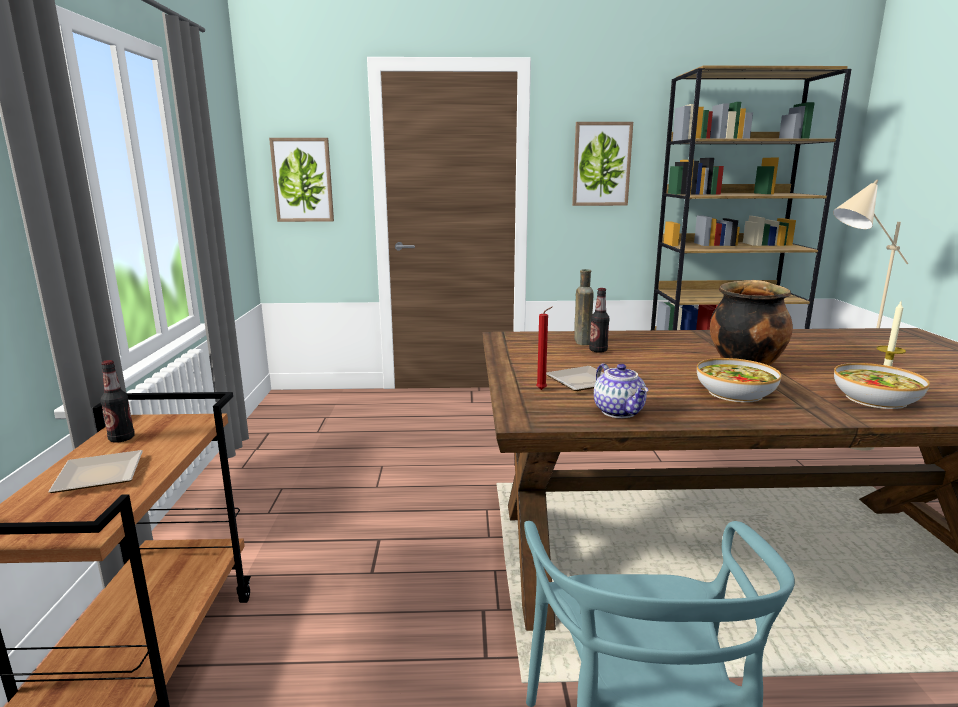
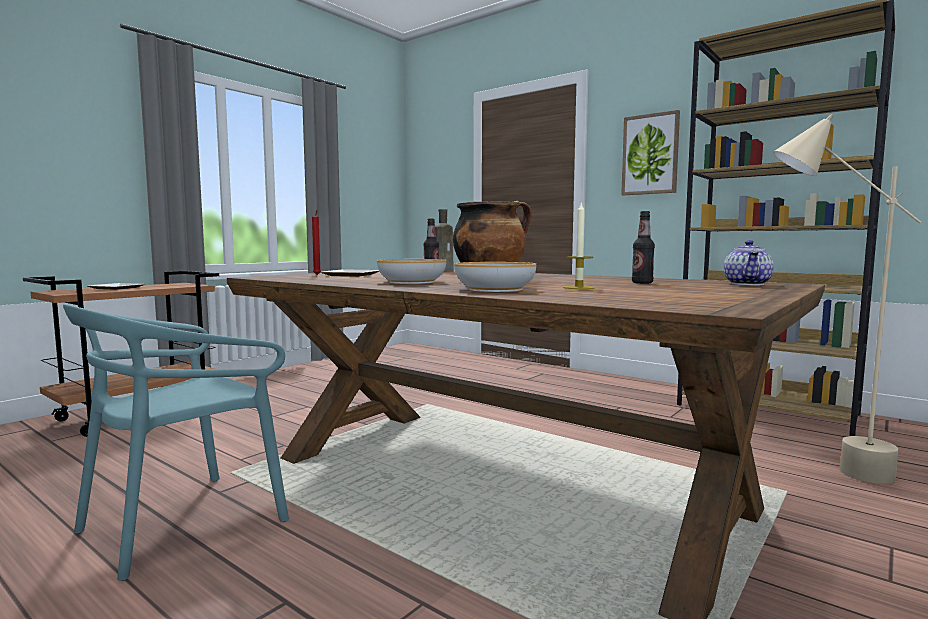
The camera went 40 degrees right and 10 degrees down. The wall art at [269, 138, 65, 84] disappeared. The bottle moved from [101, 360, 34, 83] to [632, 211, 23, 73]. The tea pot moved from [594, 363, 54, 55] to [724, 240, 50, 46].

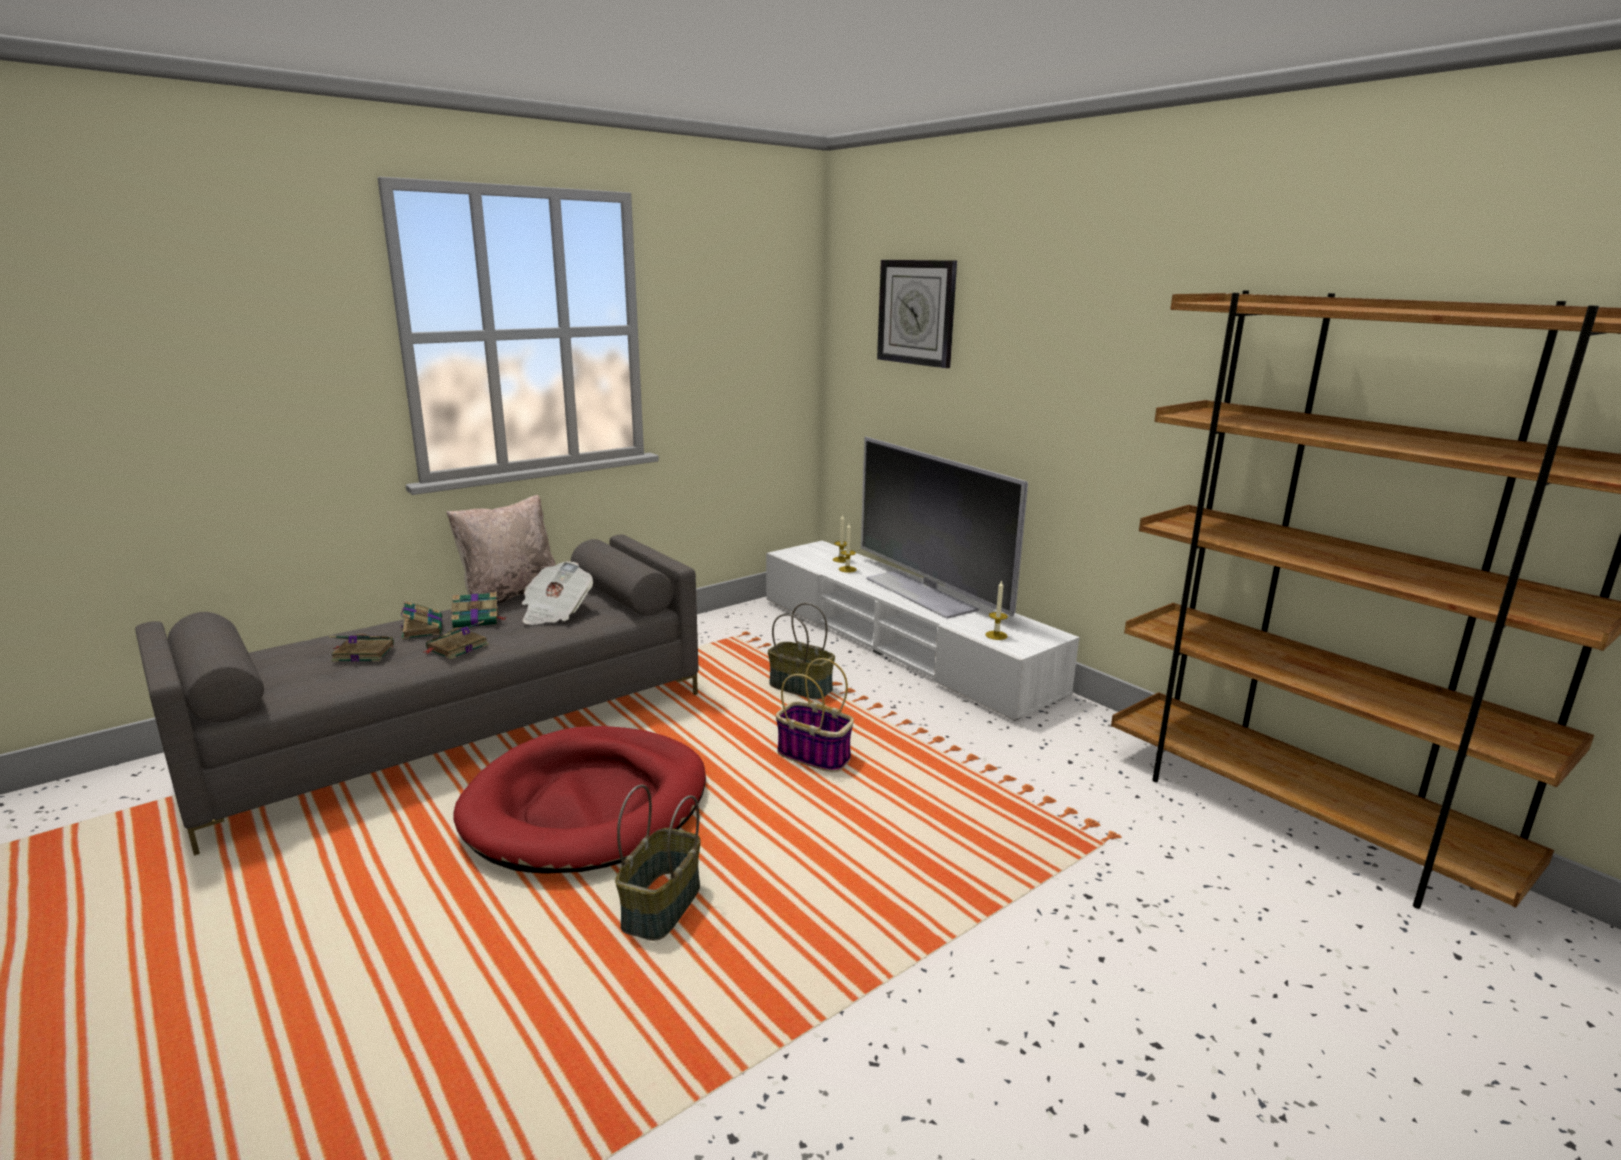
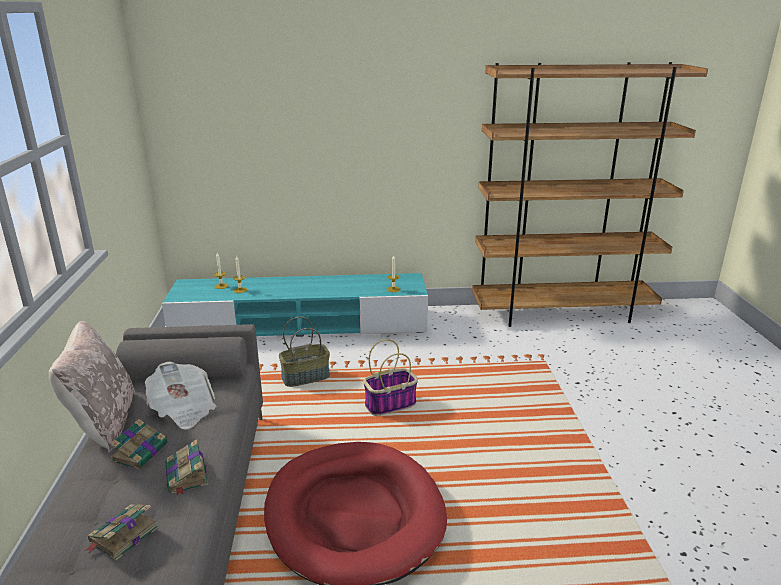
The camera went 55 degrees left and 5 degrees up. The clock on the wall at [877, 260, 80, 108] disappeared. The TV set at [861, 437, 167, 182] disappeared. The tv stand in white at [766, 540, 314, 181] became the tv stand in turquoise at [162, 273, 266, 64]. The bound book at [401, 601, 41, 38] disappeared. The household basket at [615, 784, 86, 157] disappeared.

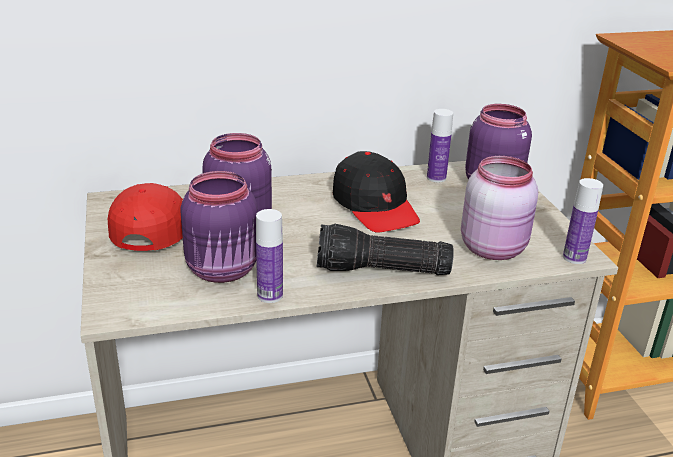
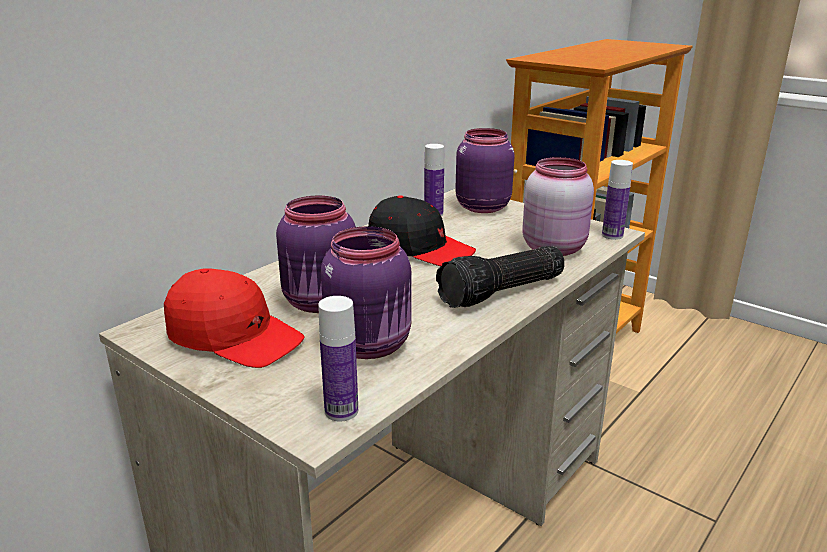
The camera went 35 degrees left and 5 degrees down. The peaked cap in red at [108, 183, 75, 68] turned 150 degrees clockwise. The bottle moved from [256, 209, 27, 94] to [318, 296, 40, 125].

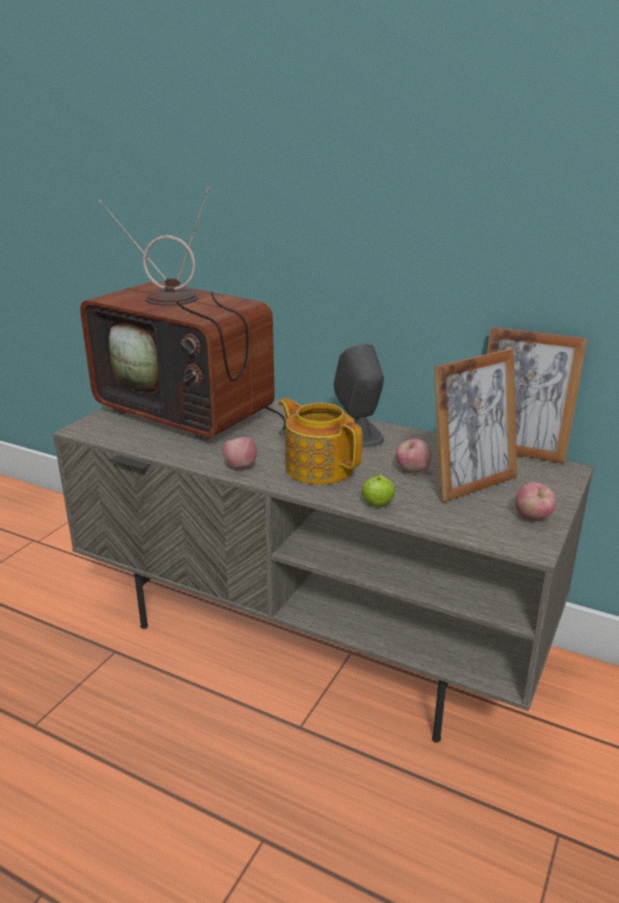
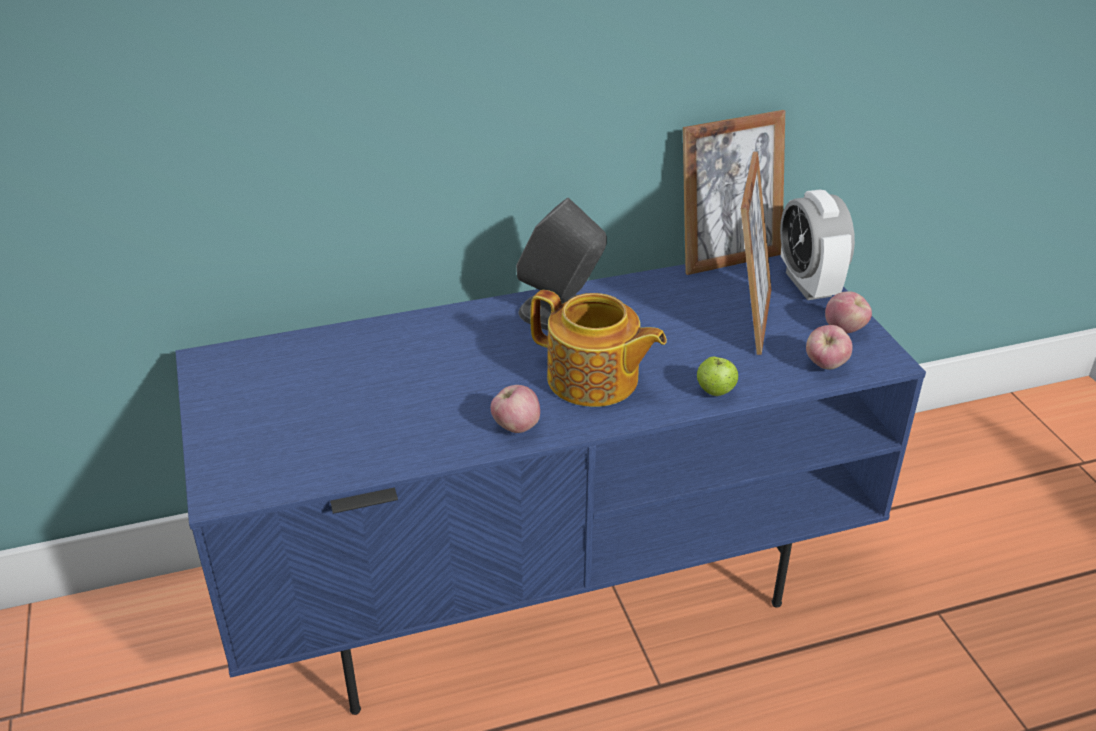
The camera went 45 degrees left and 10 degrees up. The TV set at [80, 187, 206, 254] disappeared. The tea pot at [279, 398, 83, 87] turned 150 degrees counterclockwise. The tv stand in gray at [53, 399, 541, 344] became the tv stand in bluish at [175, 255, 751, 460]. The whole apple moved from [396, 439, 36, 34] to [806, 325, 47, 44]. The bedside clock at [780, 189, 75, 111] appeared.

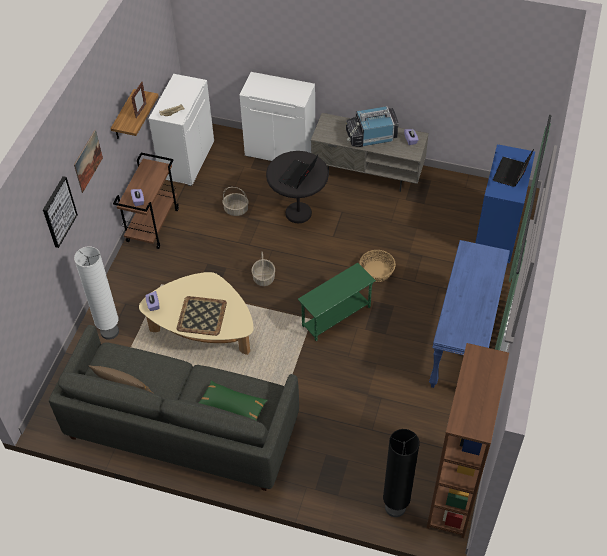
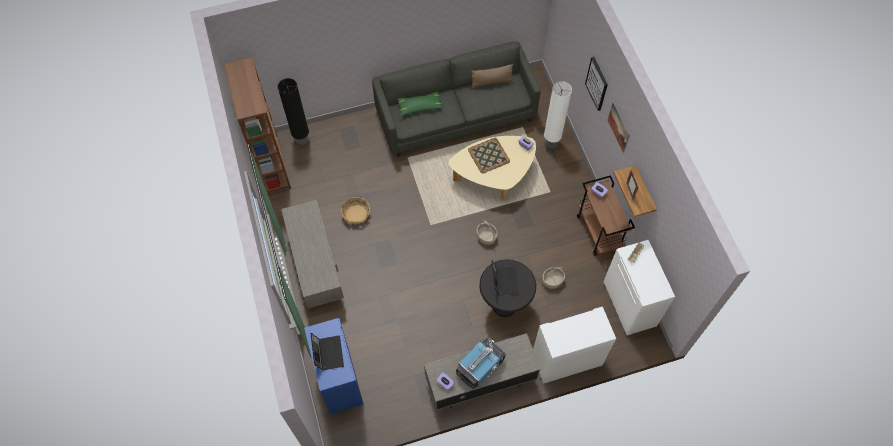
The camera went 145 degrees right and 10 degrees up. The narrow table in bluish at [429, 240, 81, 148] was replaced by the tv stand in gray at [281, 200, 63, 108]. The household basket moved from [359, 250, 37, 32] to [341, 197, 29, 27]. The accent table in green-coloured at [298, 263, 78, 78] disappeared.

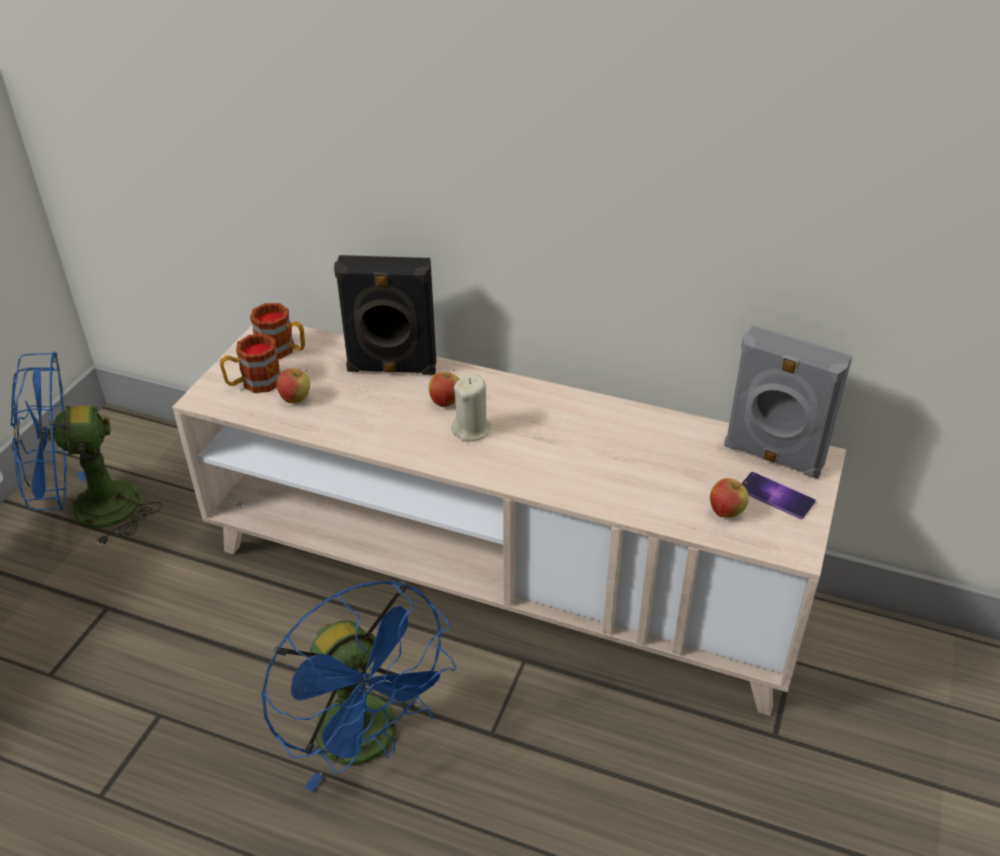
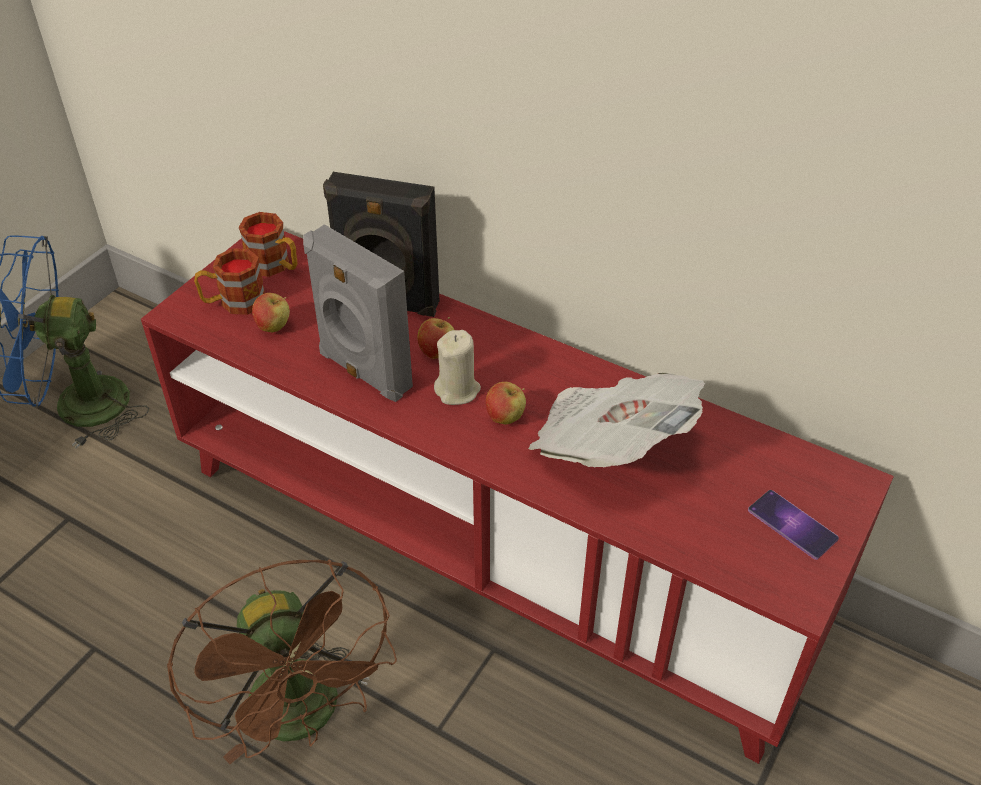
The camera went 10 degrees right and 5 degrees up. The tv stand in sand-coloured at [172, 325, 674, 391] became the tv stand in red at [141, 231, 753, 533]. The audio speaker in gray moved from [724, 325, 128, 154] to [303, 224, 110, 178]. The whole apple moved from [710, 478, 39, 40] to [486, 382, 40, 42]. The cooling fan in bluish at [261, 580, 195, 212] became the cooling fan in brown-coloured at [167, 559, 230, 205]. The printed paper at [528, 372, 177, 95] appeared.

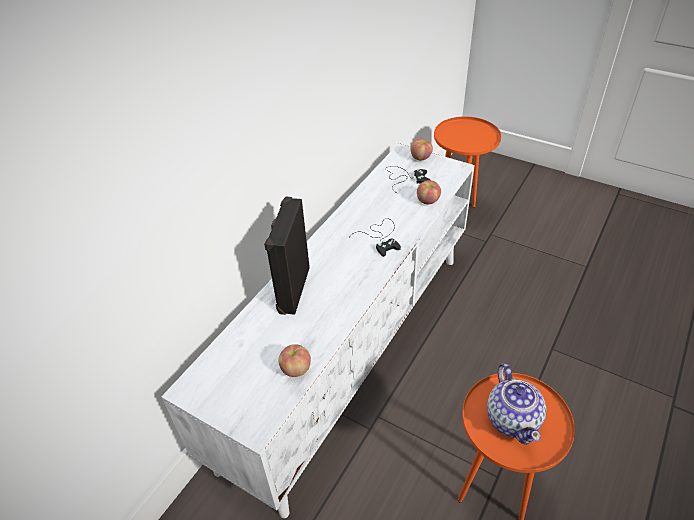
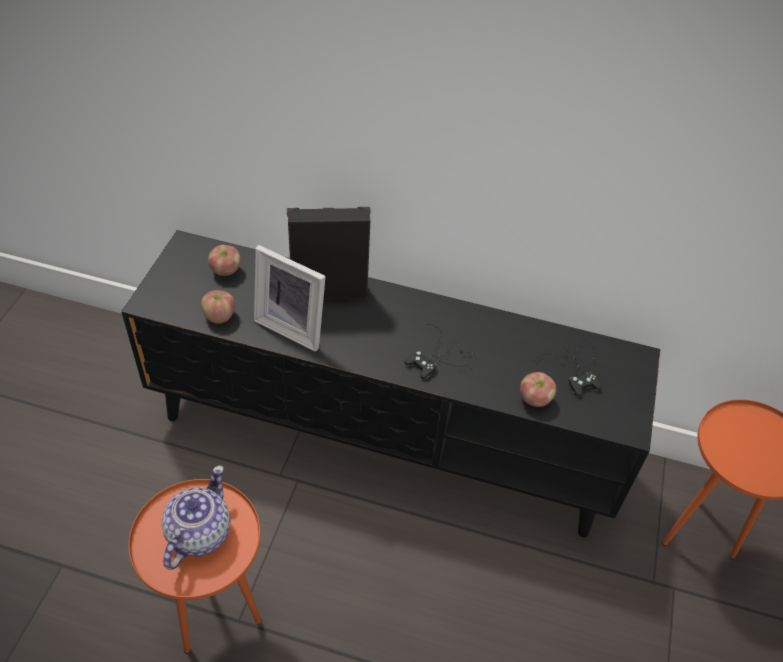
The camera went 70 degrees right and 5 degrees up. The whole apple moved from [410, 138, 23, 23] to [208, 245, 33, 31]. The tv stand in white at [161, 143, 314, 375] became the tv stand in black at [121, 230, 540, 307]. The tea pot at [487, 363, 59, 82] turned 135 degrees clockwise. The picture frame at [254, 245, 72, 107] appeared.

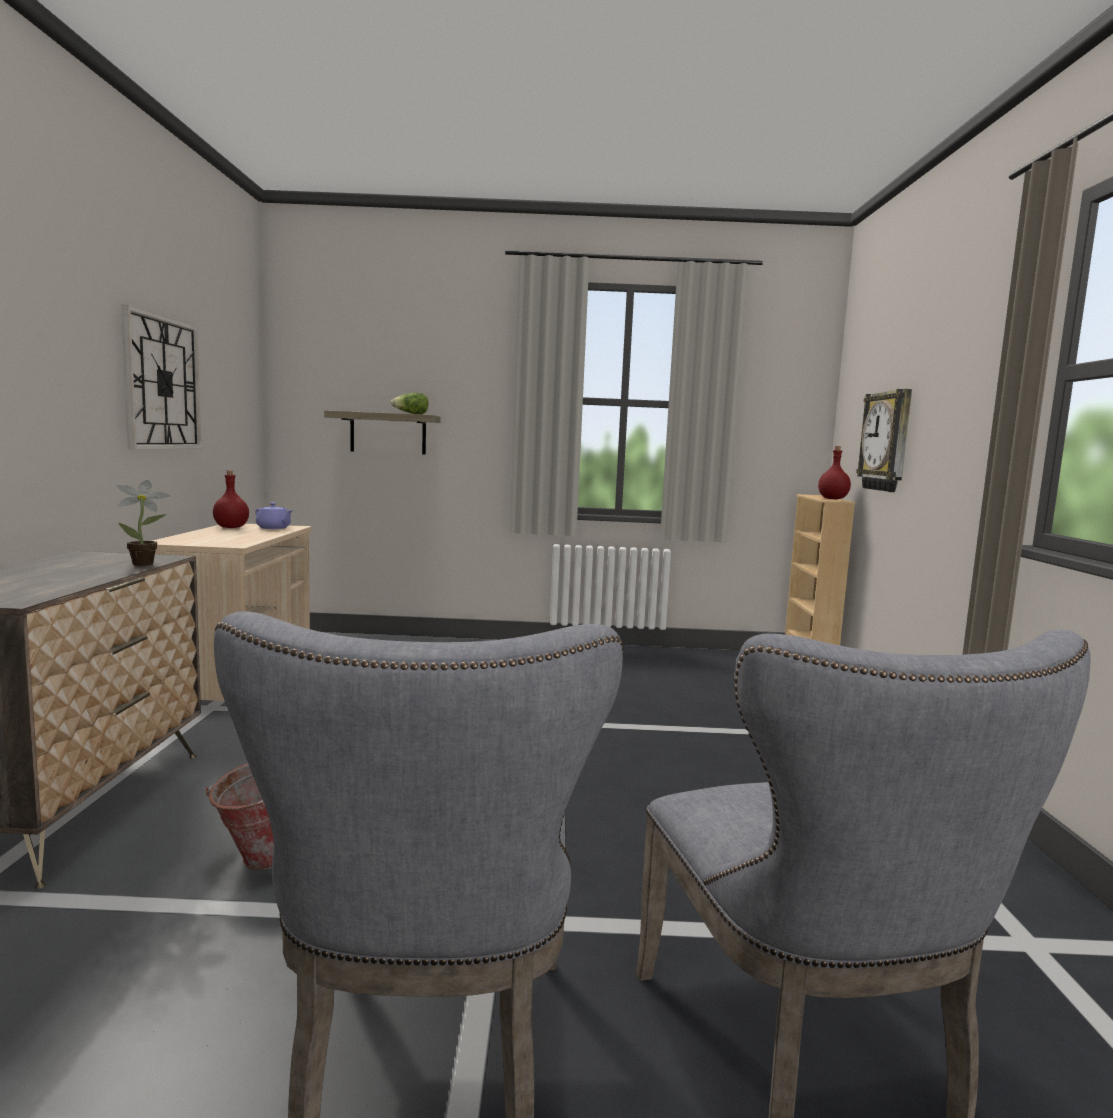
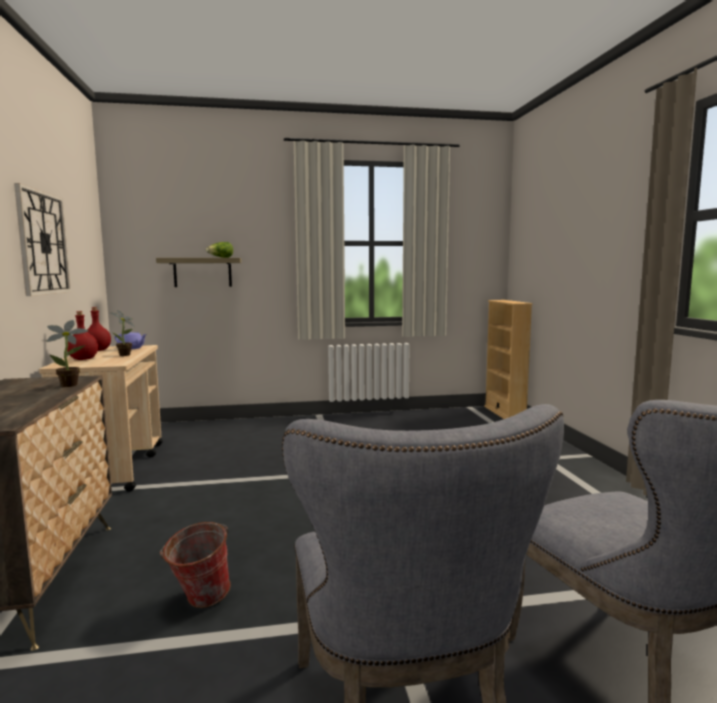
The camera went 10 degrees left and 0 degrees up. The clock on the wall at [856, 389, 56, 103] disappeared. The bottle in red moved from [818, 446, 33, 53] to [67, 311, 31, 49]. The plant in a pot at [111, 310, 24, 46] appeared.

